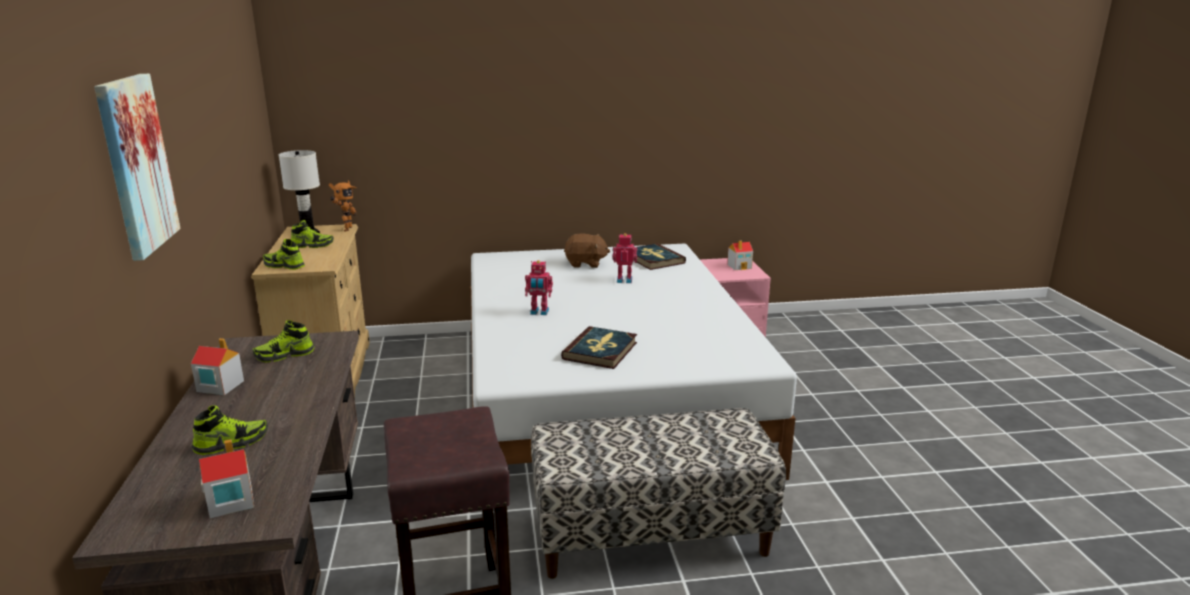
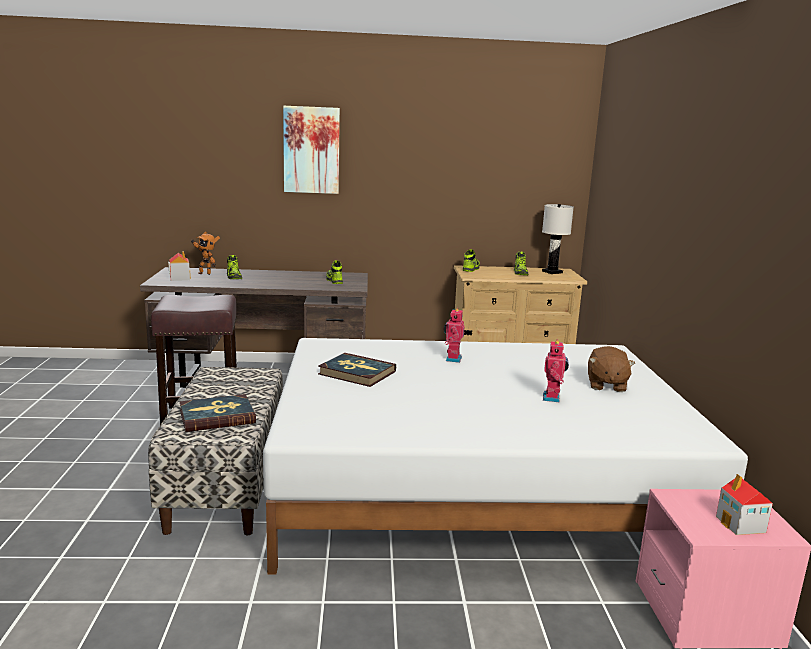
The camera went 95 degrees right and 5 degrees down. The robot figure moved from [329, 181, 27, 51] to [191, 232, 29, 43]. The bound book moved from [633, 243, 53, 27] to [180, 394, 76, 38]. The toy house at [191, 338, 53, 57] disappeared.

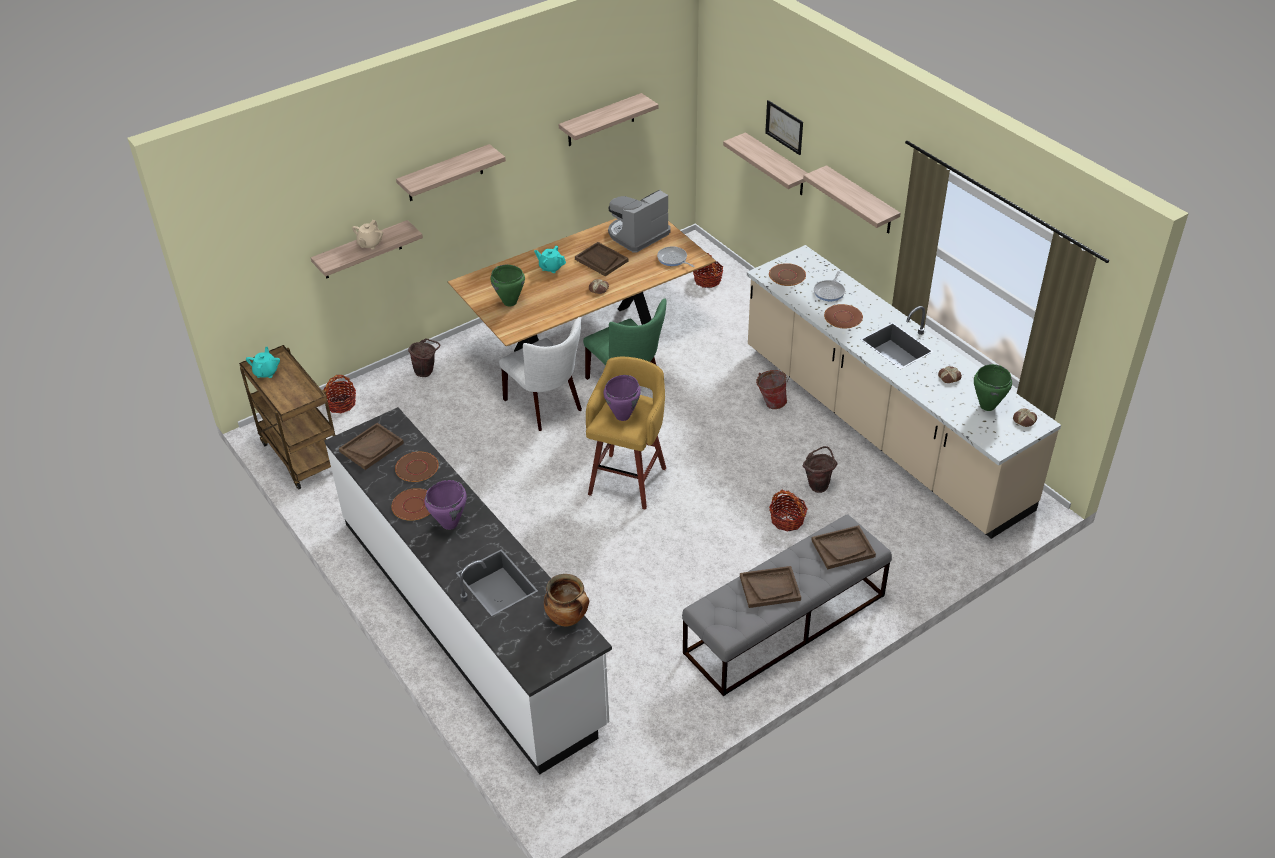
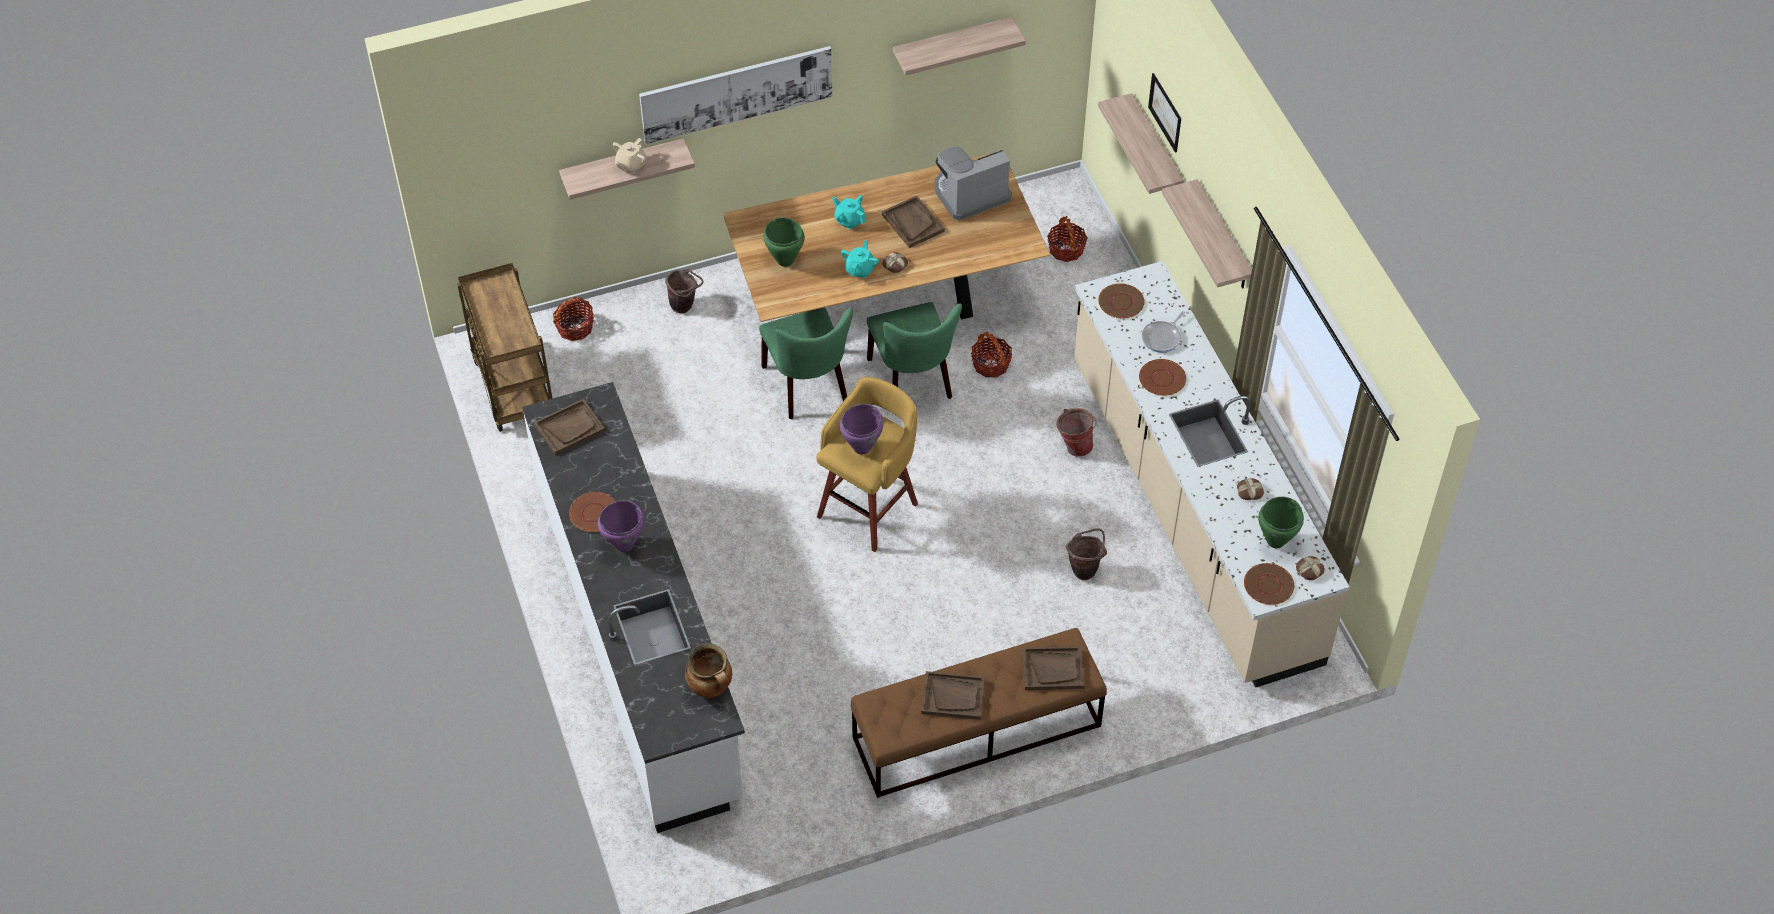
The camera went 15 degrees right and 10 degrees up. The bracket shelf at [396, 144, 110, 57] was replaced by the wall art at [639, 46, 193, 98]. The pan at [657, 246, 38, 21] disappeared. The upright chair in white at [499, 317, 83, 114] became the upright chair in green-coloured at [759, 307, 94, 112]. The tea pot in turquoise moved from [246, 347, 34, 31] to [841, 240, 38, 38]. The plate in brown-coloured moved from [395, 452, 44, 30] to [1244, 563, 50, 42]. The household basket moved from [769, 490, 39, 41] to [971, 331, 41, 46]. The indoor bench in gray at [682, 514, 210, 182] became the indoor bench in brown-coloured at [851, 628, 256, 170].

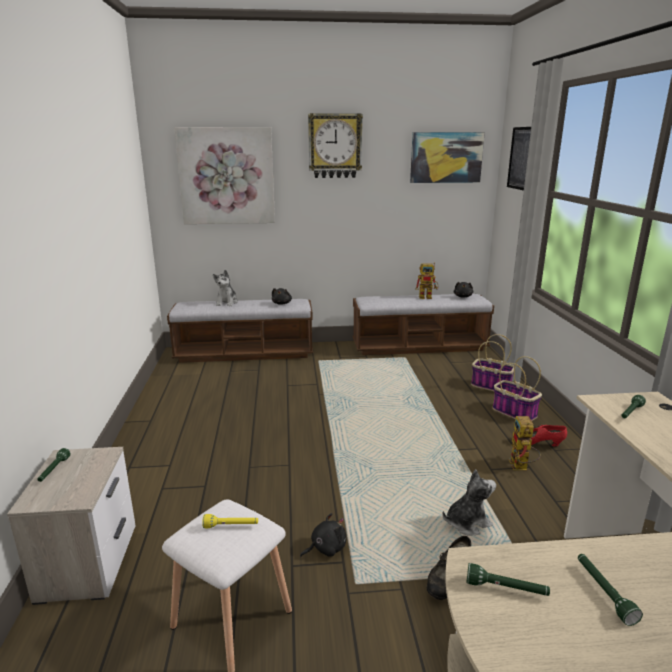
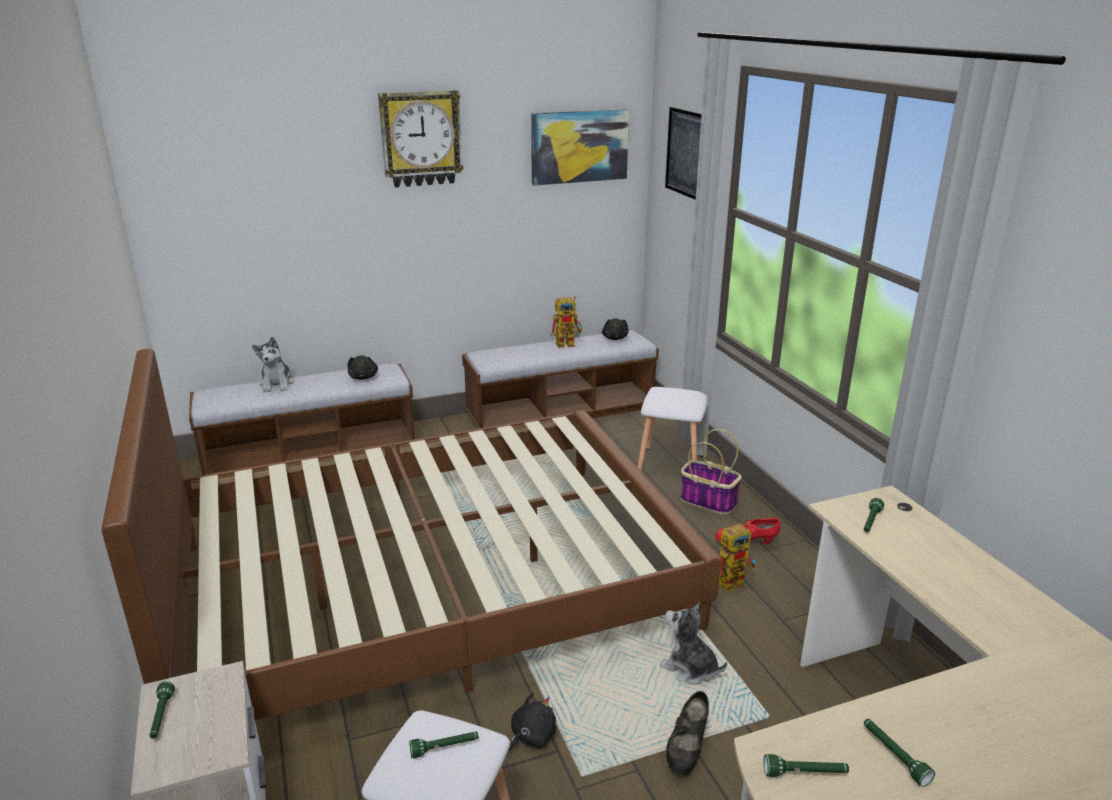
The camera went 15 degrees left and 5 degrees up. The wall art at [174, 127, 101, 97] disappeared. The household basket at [471, 334, 43, 57] was replaced by the sitting stool in white at [637, 387, 71, 84]. The robot figure at [509, 416, 32, 54] turned 105 degrees counterclockwise. The plush toy at [442, 469, 54, 67] turned 105 degrees counterclockwise. The hand torch in yellow-coloured at [202, 514, 56, 14] became the hand torch in green-coloured at [409, 731, 70, 27]. The sleeping bed in brown-coloured at [102, 349, 619, 372] appeared.

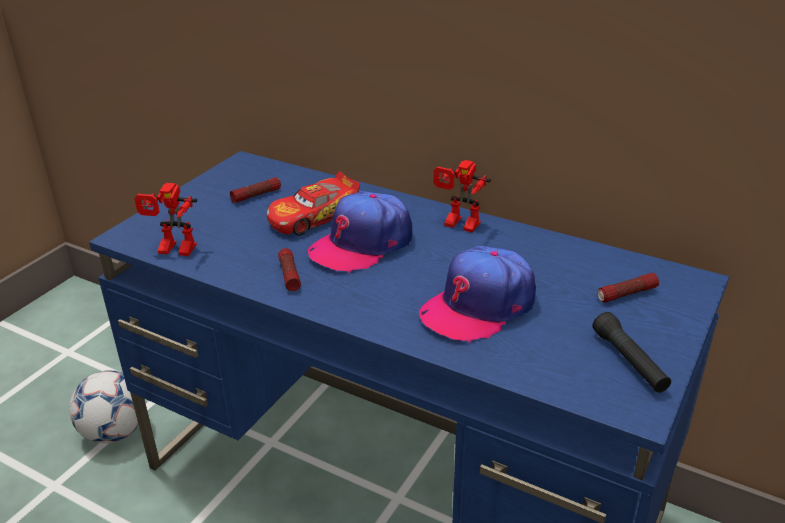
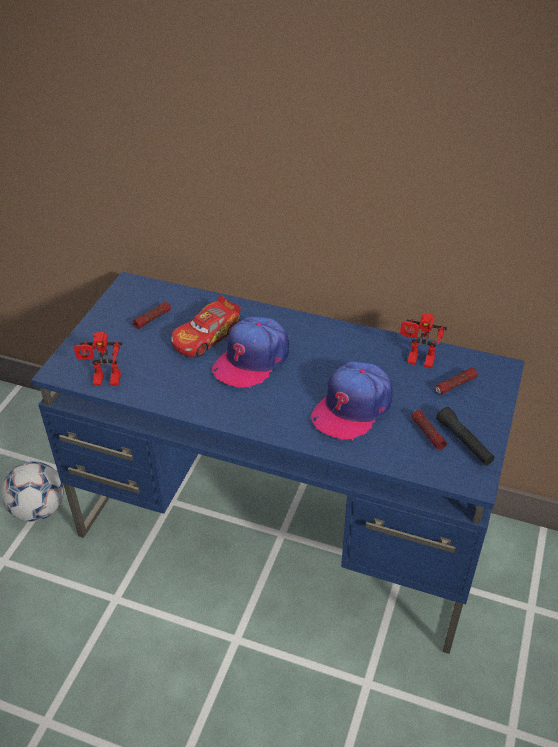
The camera went 10 degrees left and 10 degrees up. The robot figure moved from [433, 160, 58, 72] to [400, 313, 47, 55]. The hand torch moved from [278, 248, 23, 43] to [411, 410, 36, 40].

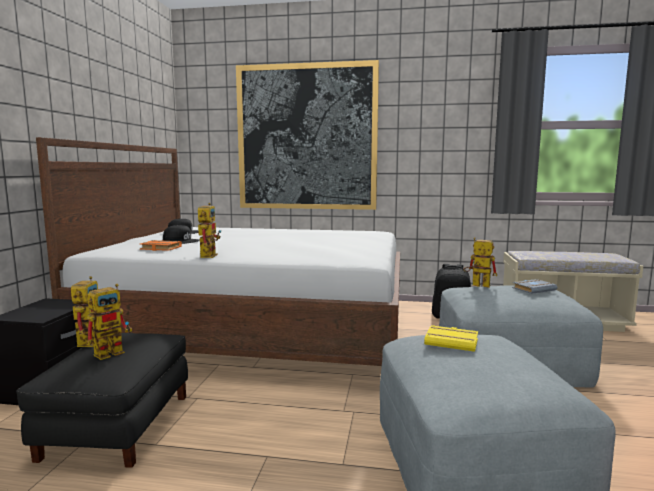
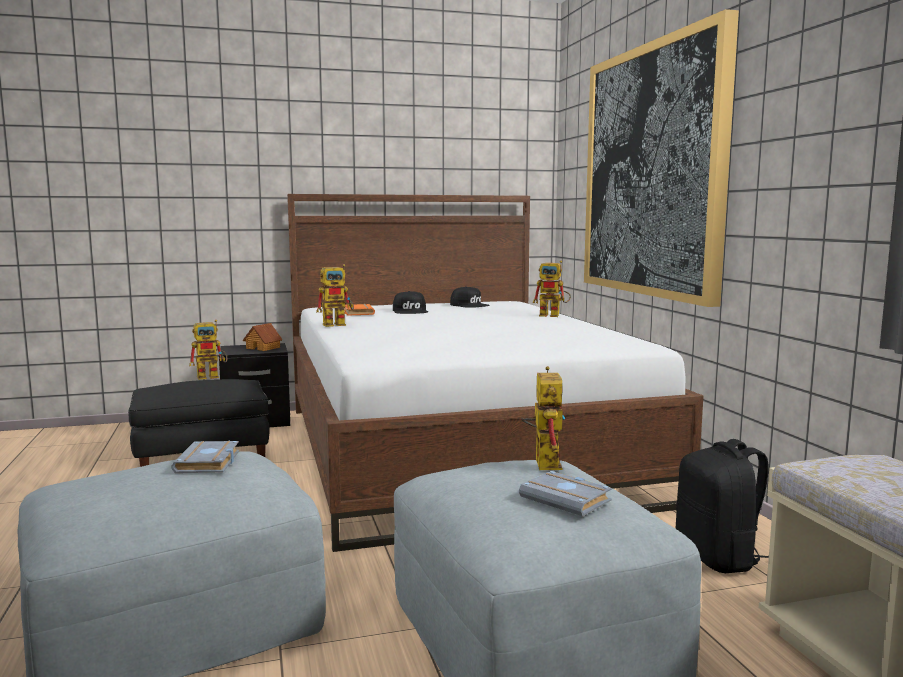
The camera went 65 degrees right and 0 degrees up. The robot figure moved from [86, 284, 46, 76] to [533, 260, 38, 57]. The bound book in yellow-coloured at [424, 325, 54, 27] became the bound book in gray at [171, 441, 68, 32]. The toy house at [243, 323, 40, 28] appeared.

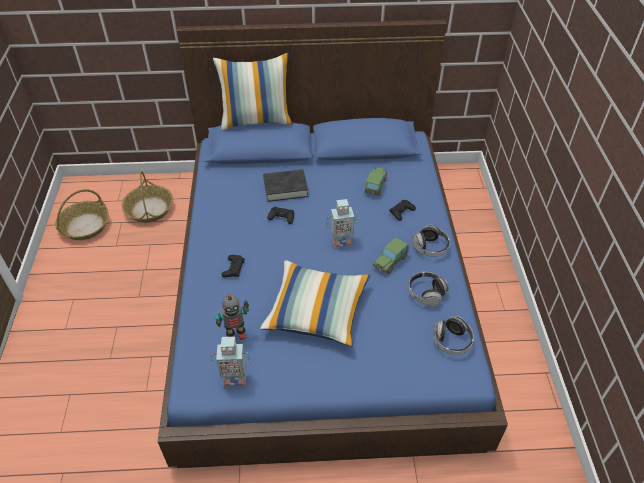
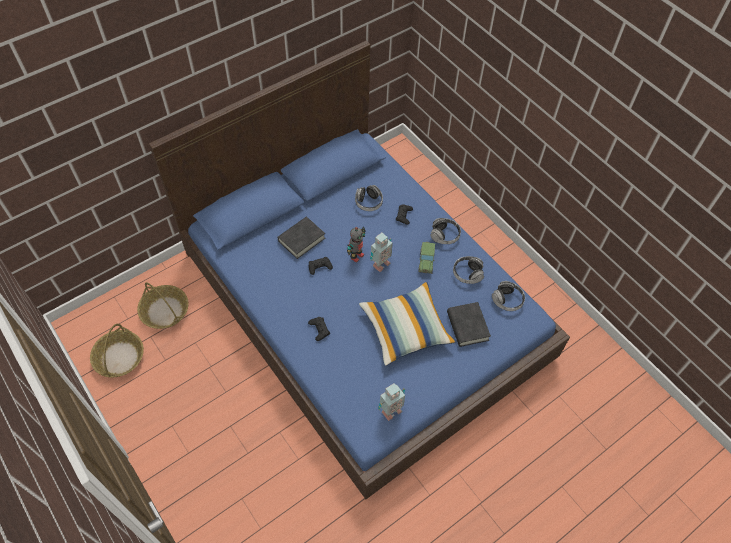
The camera went 35 degrees left and 10 degrees up. The throw pillow at [213, 53, 80, 77] disappeared. The miniature car at [364, 167, 23, 29] was replaced by the headphones at [355, 185, 28, 26]. The robot figure moved from [215, 294, 34, 46] to [347, 227, 19, 36]. The bound book in black at [447, 302, 44, 45] appeared.

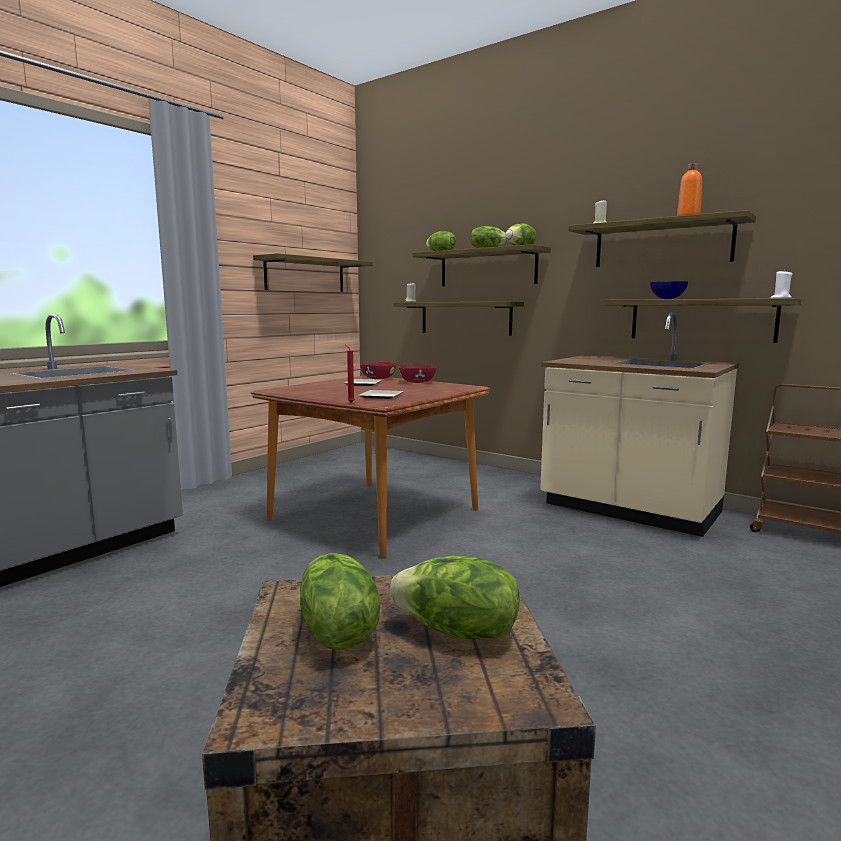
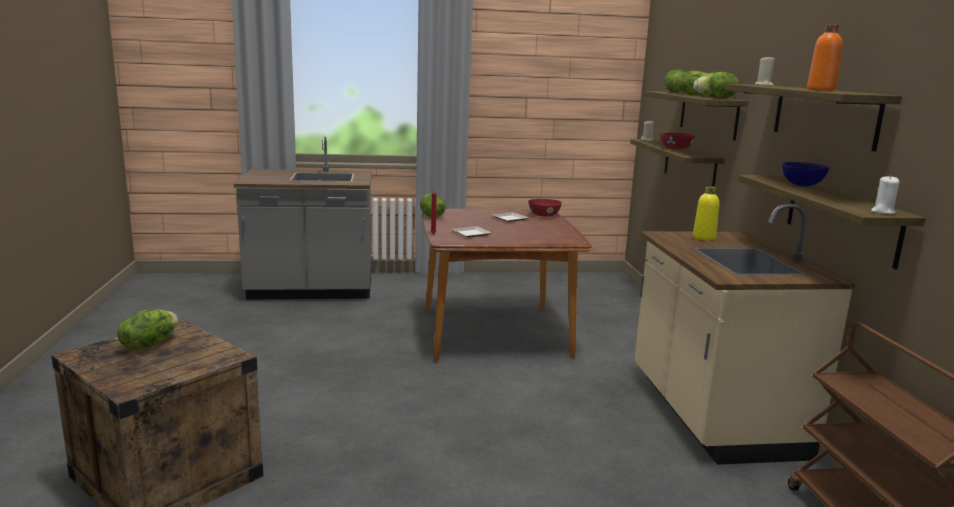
The camera went 45 degrees right and 5 degrees up. The bracket shelf at [253, 253, 120, 39] disappeared. The deep dish in red moved from [399, 364, 38, 19] to [660, 133, 35, 16]. The lettuce head moved from [390, 556, 129, 83] to [420, 193, 26, 24]. The bottle in yellow-coloured at [693, 186, 27, 55] appeared.

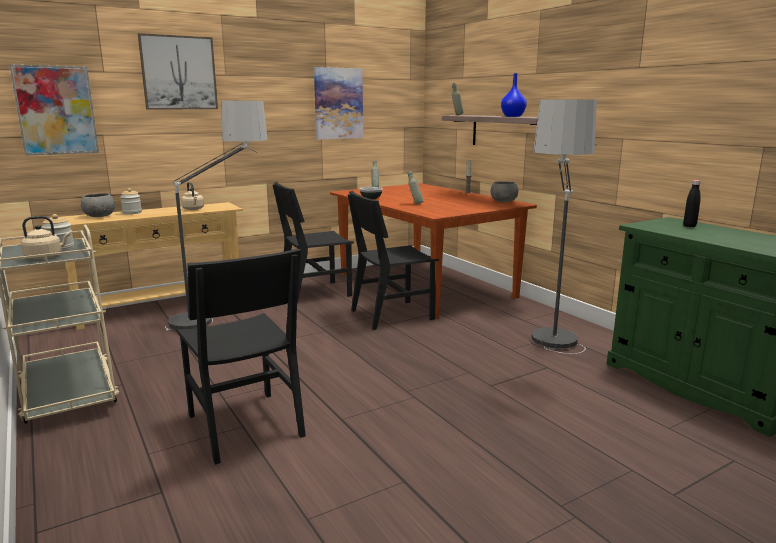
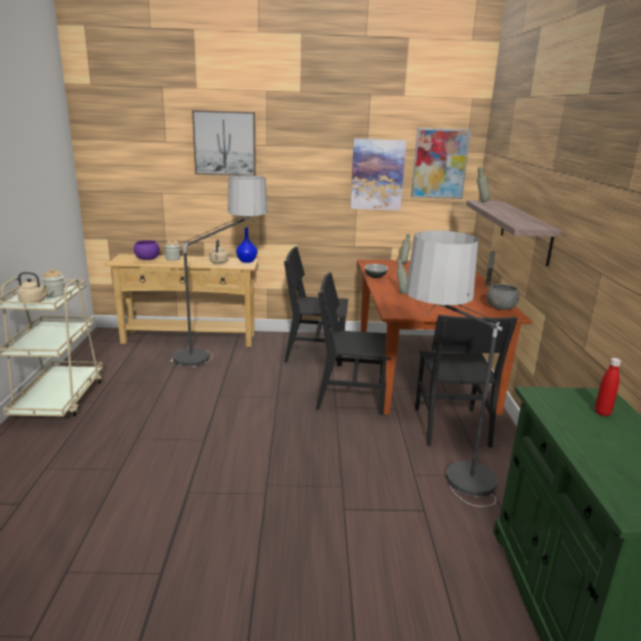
The camera went 30 degrees right and 5 degrees up. The wall art moved from [9, 64, 90, 92] to [411, 128, 60, 71]. The decorative vase in bluish moved from [501, 73, 26, 44] to [236, 227, 21, 36]. The bottle in black at [683, 180, 18, 47] became the bottle in red at [595, 358, 26, 58]. The deep dish in gray at [81, 193, 34, 24] became the deep dish in purple-coloured at [134, 240, 26, 20]. The upright chair in black moved from [177, 248, 129, 217] to [415, 315, 102, 133].

